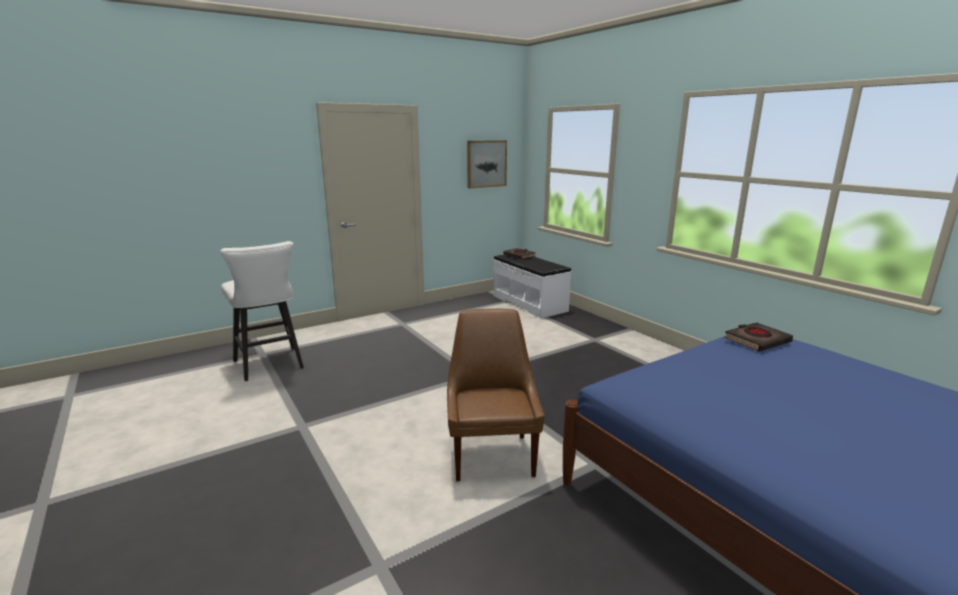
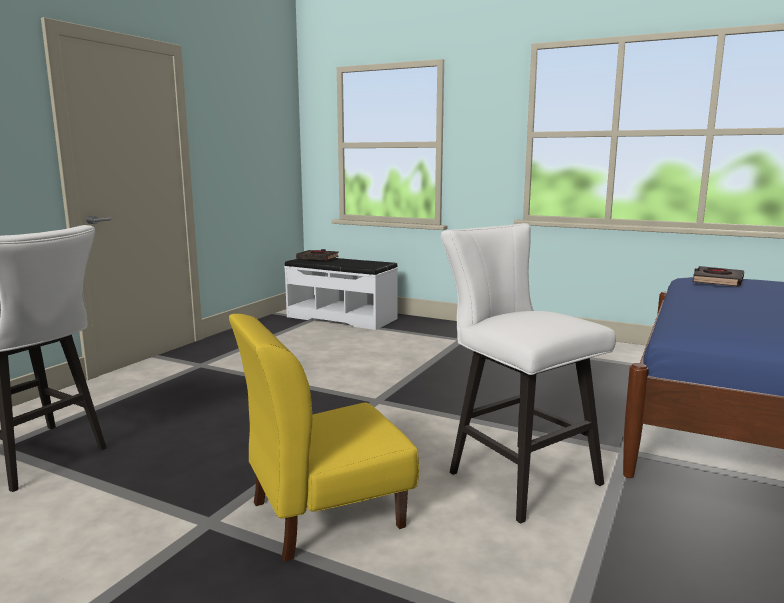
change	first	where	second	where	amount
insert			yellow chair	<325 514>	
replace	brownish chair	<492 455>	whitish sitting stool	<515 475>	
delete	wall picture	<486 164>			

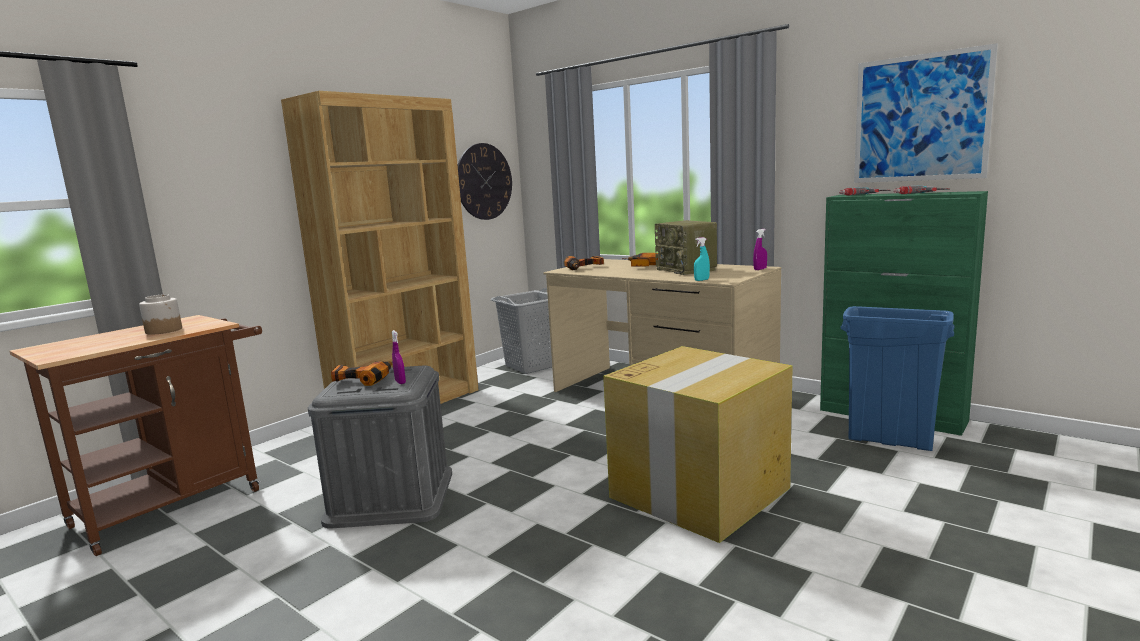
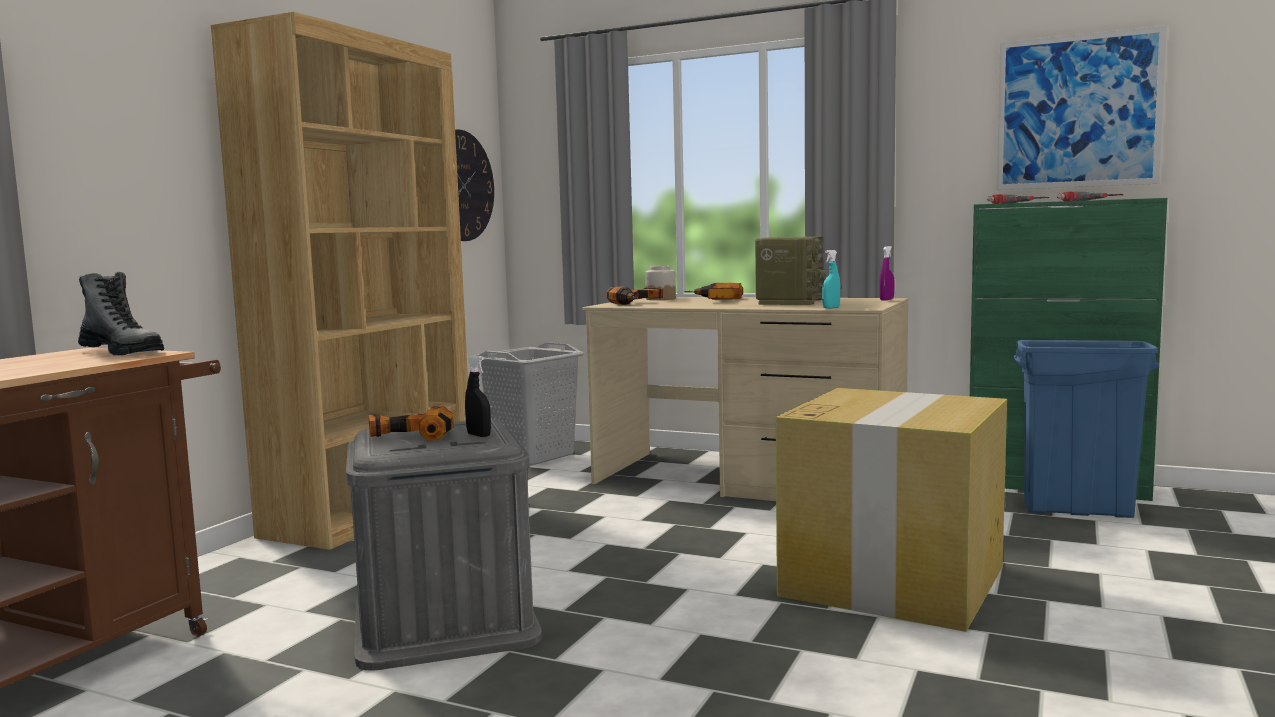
change	first	where	second	where	amount
insert			high-top boot	<122 352>	
recolor	purplish hand sprayer	<400 382>	black hand sprayer	<478 435>	
move	storage jar	<164 330>		<660 299>	
rotate	radio set	<687 270>		<789 302>	120 degrees counterclockwise

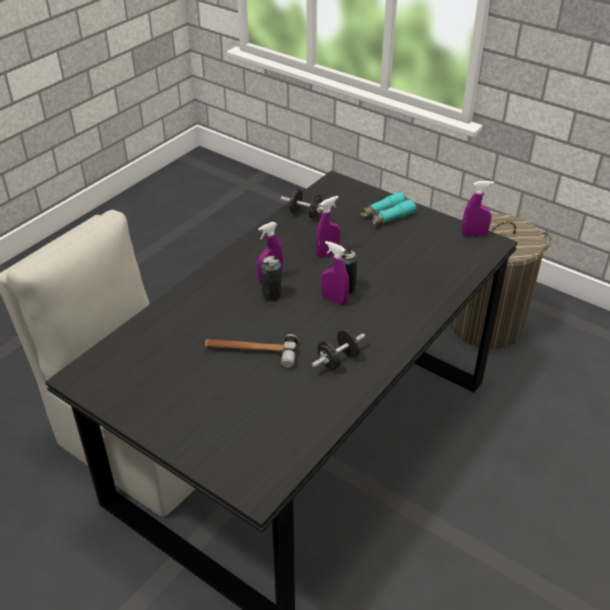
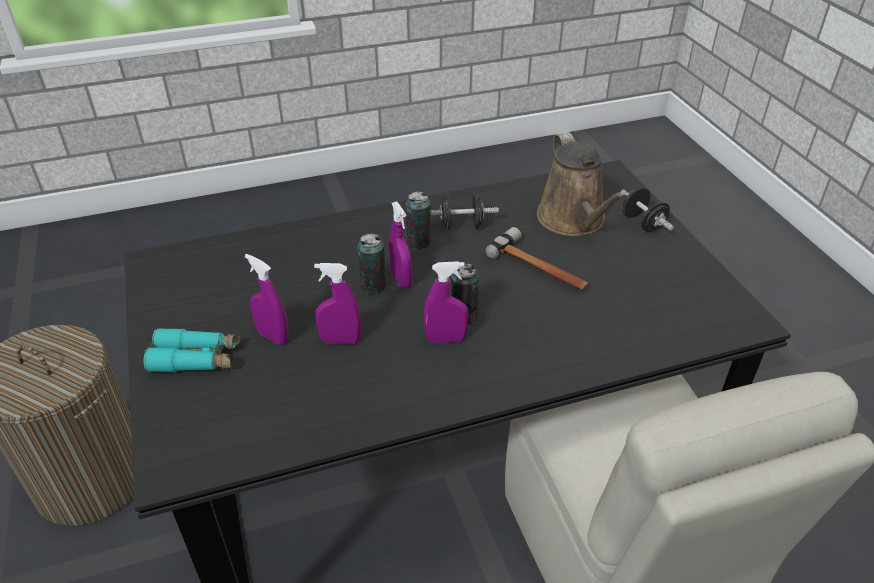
change	first	where	second	where	amount
move	purplish hand sprayer	<474 235>		<273 336>	
insert			can	<418 242>	
insert			brownish watering pot	<573 220>	
move	black free weight	<305 214>		<642 223>	

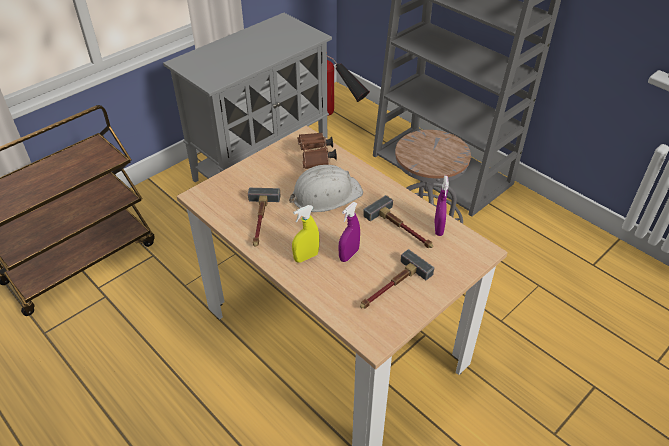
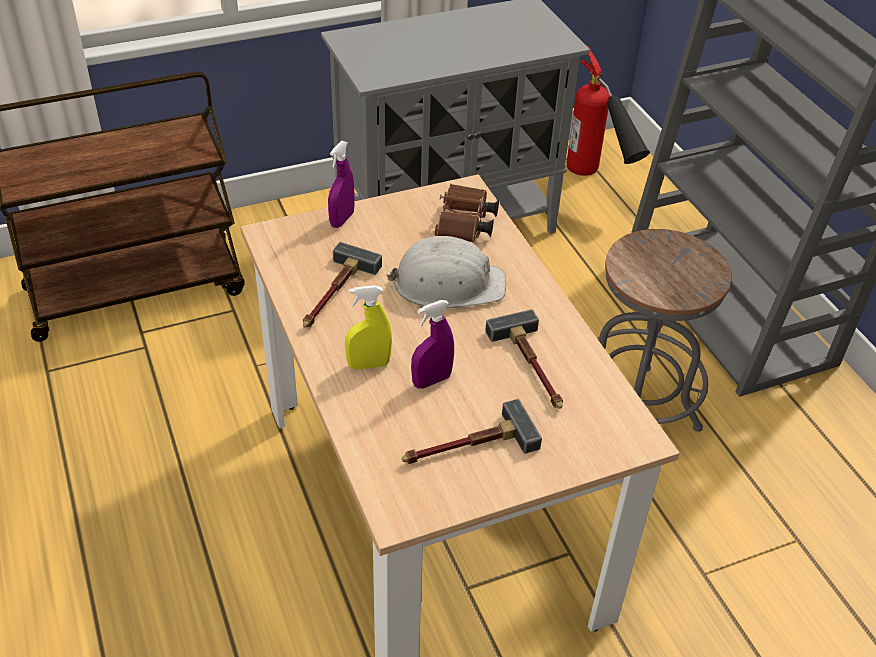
change	first	where	second	where	amount
move	purplish hand sprayer	<438 228>		<342 219>	

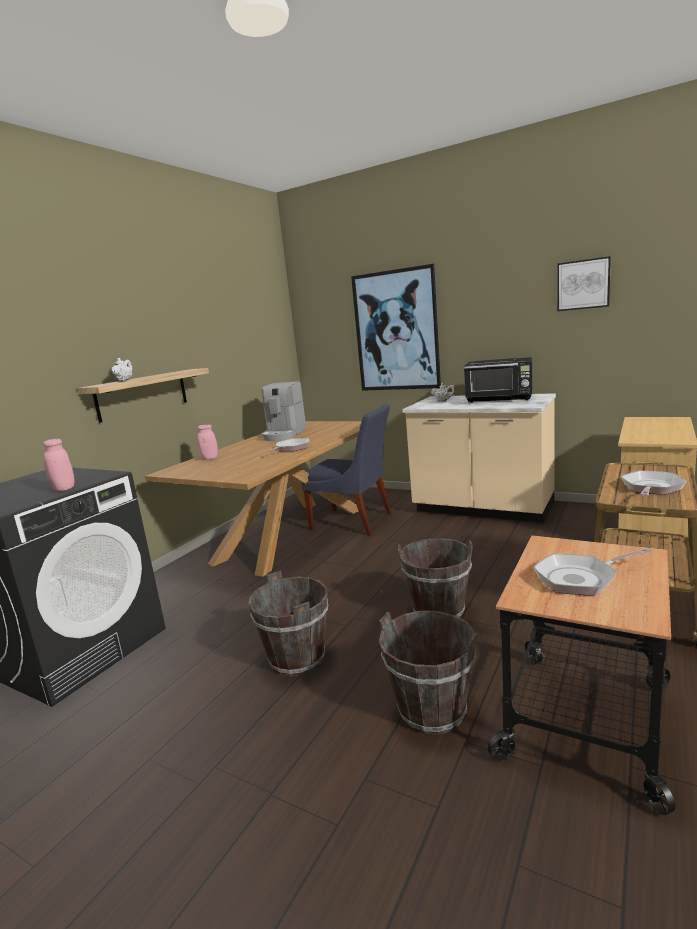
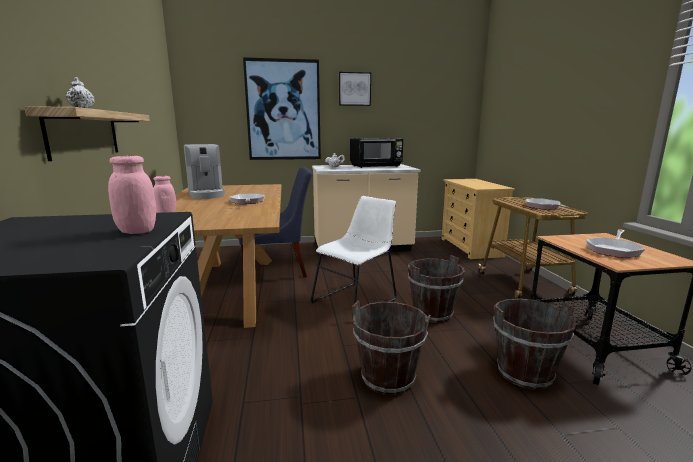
change	first	where	second	where	amount
insert			whitish chair	<356 299>	
move	wall picture	<583 284>		<354 89>	

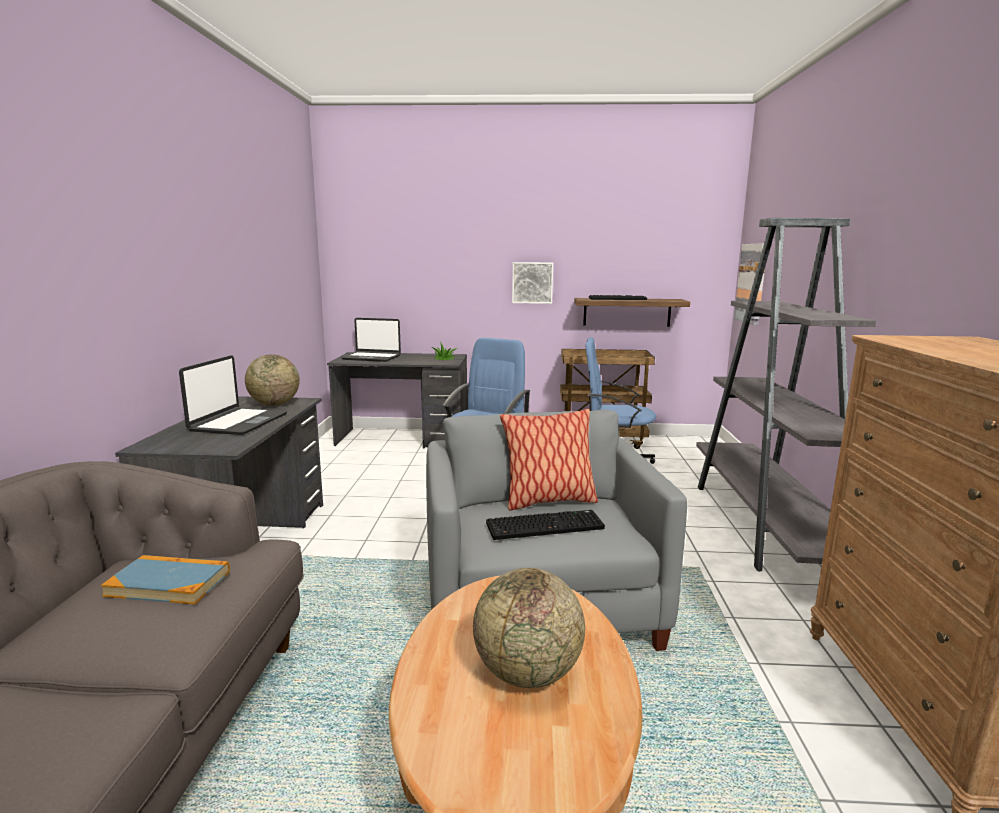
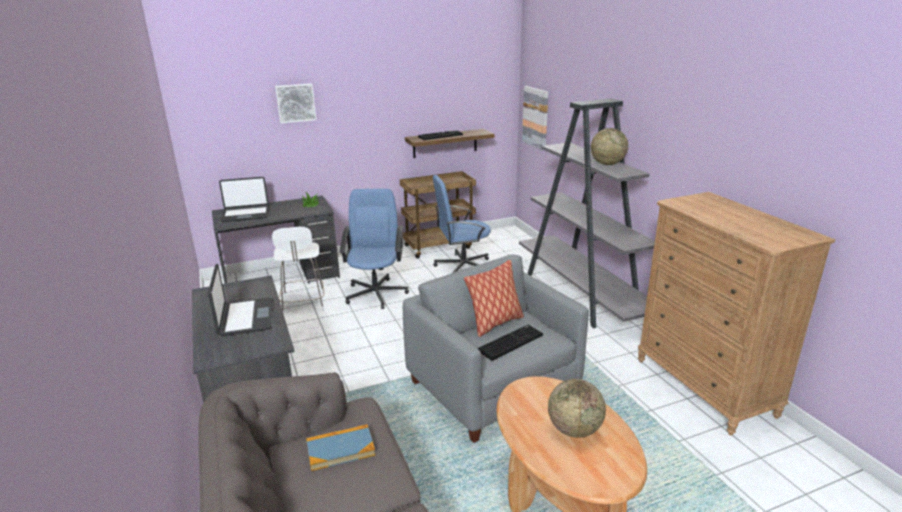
change	first	where	second	where	amount
insert			whitish chair	<303 305>	
move	wall picture	<532 282>		<295 103>	
move	desk globe	<274 404>		<607 164>	

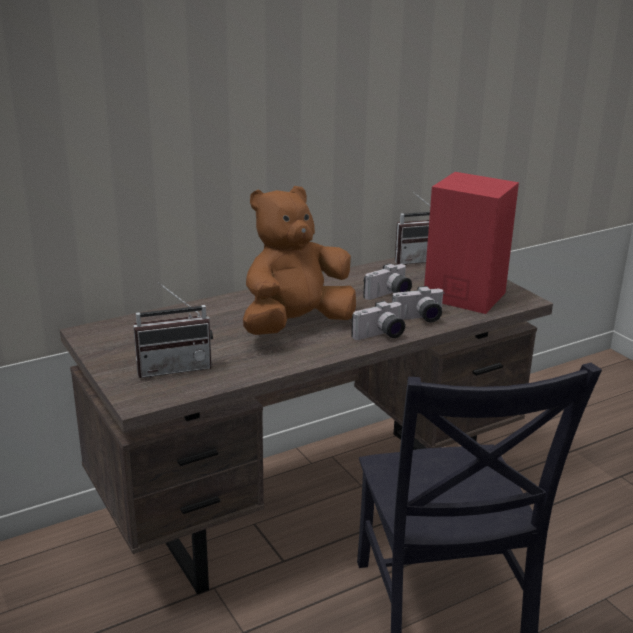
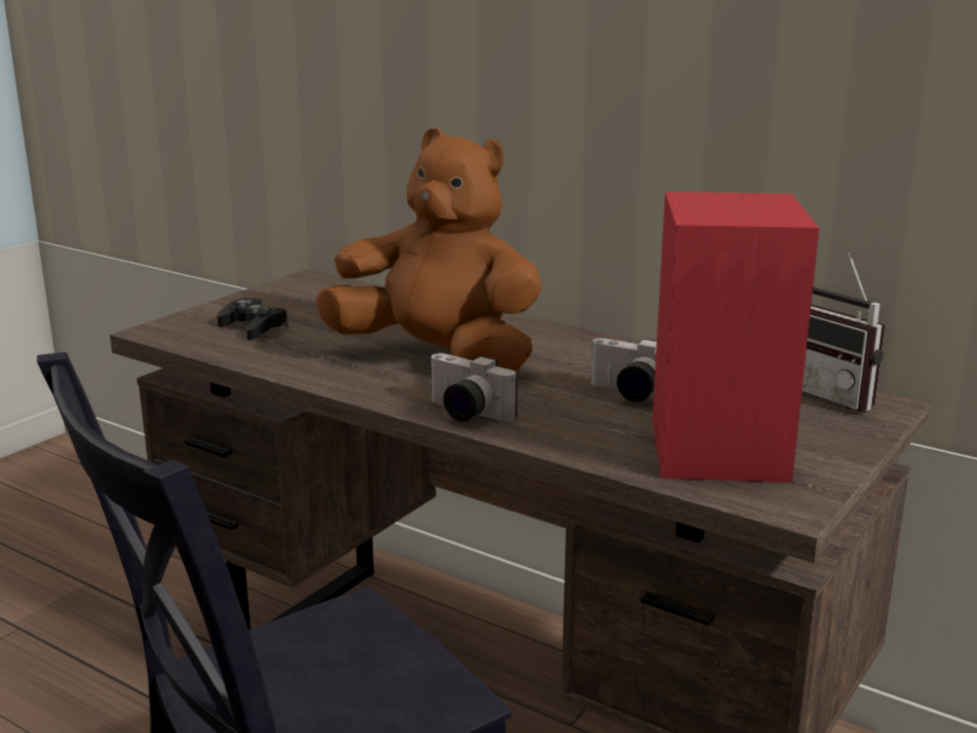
change	first	where	second	where	amount
replace	radio set	<174 367>	black gamepad	<253 328>	
delete	still camera	<419 319>			

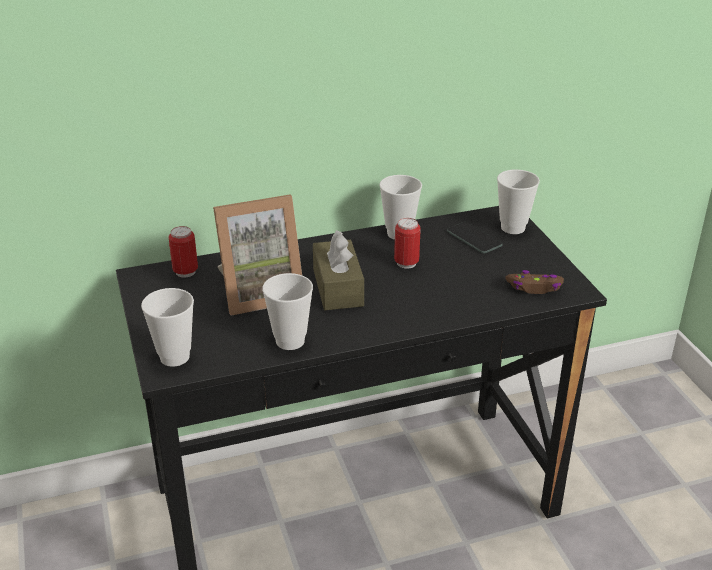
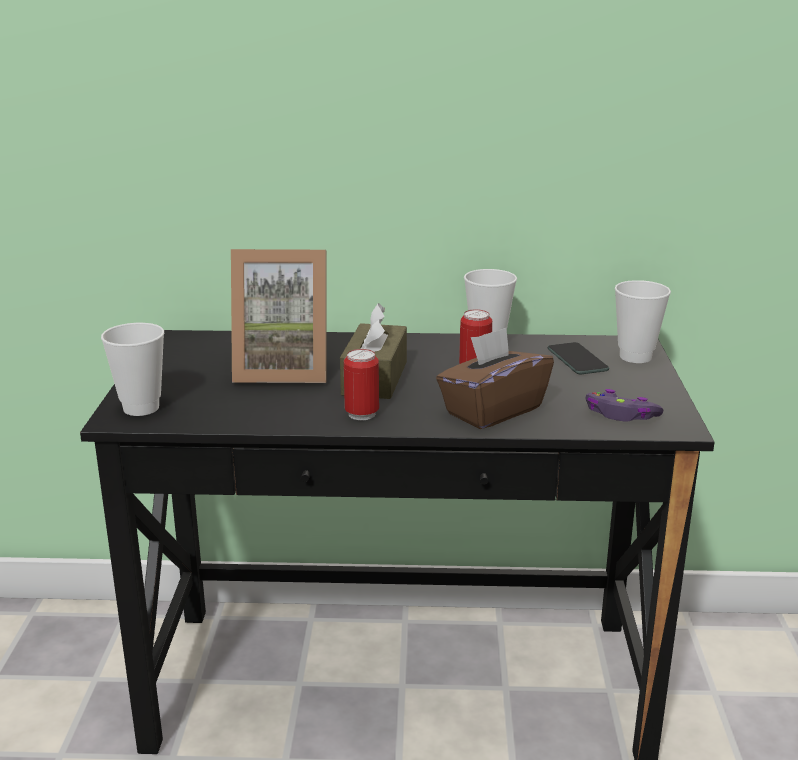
change	first	where	second	where	amount
move	can	<185 272>		<362 414>	
insert			brownish tissue holder	<492 410>	
recolor	brownish gamepad	<534 288>	purplish gamepad	<621 415>	
delete	small cup	<290 341>			

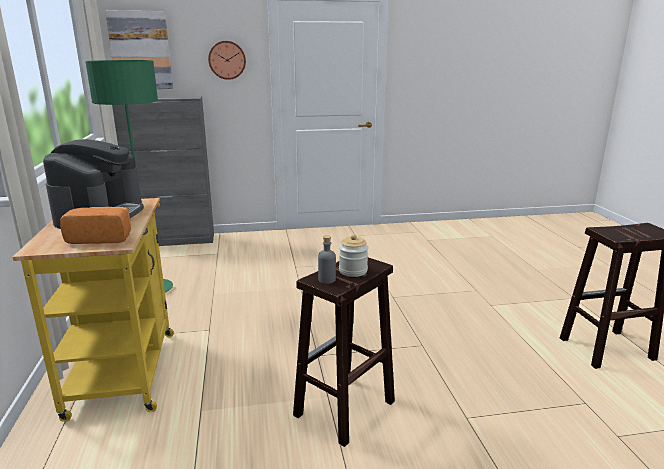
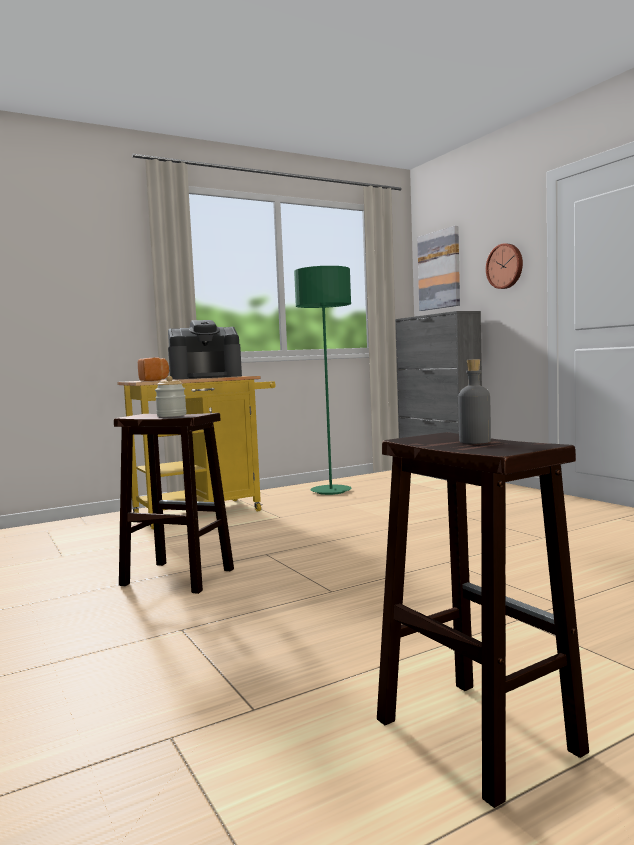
change	first	where	second	where	amount
move	grey drink bottle	<327 280>		<474 441>	

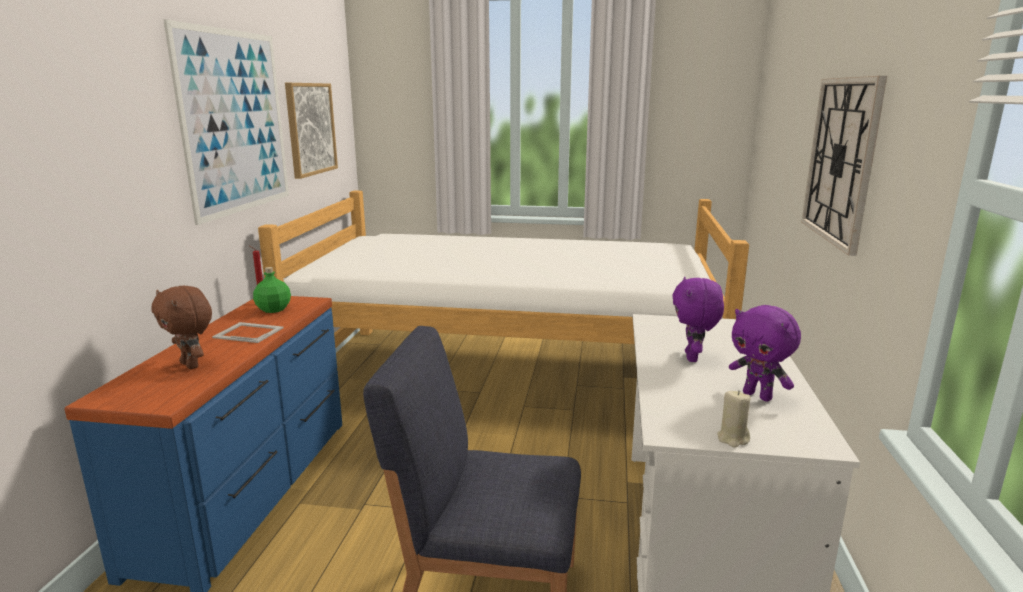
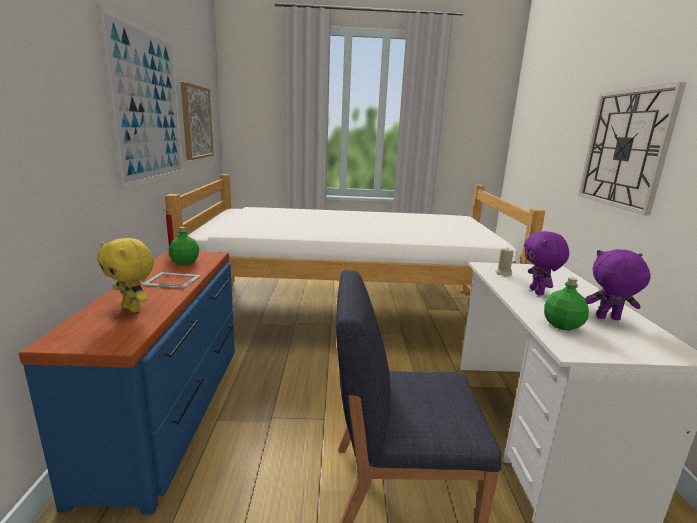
change	first	where	second	where	amount
recolor	brownish cuddly toy	<191 365>	yellow cuddly toy	<133 309>	
move	beige-coloured wax candle	<733 439>		<503 273>	
insert			greenish drink bottle	<562 325>	
rotate	purplish cuddly toy	<758 396>		<607 319>	150 degrees clockwise

